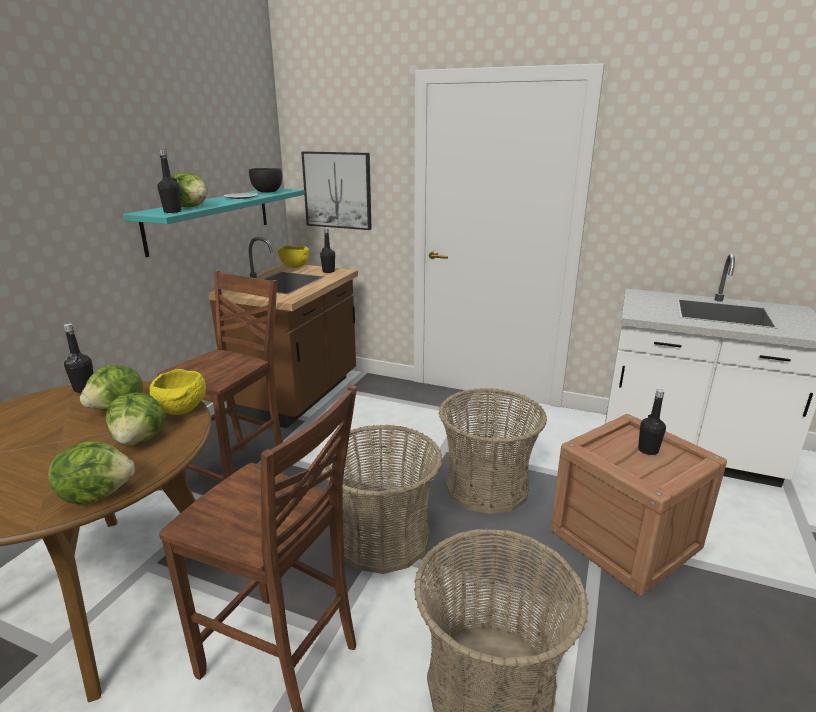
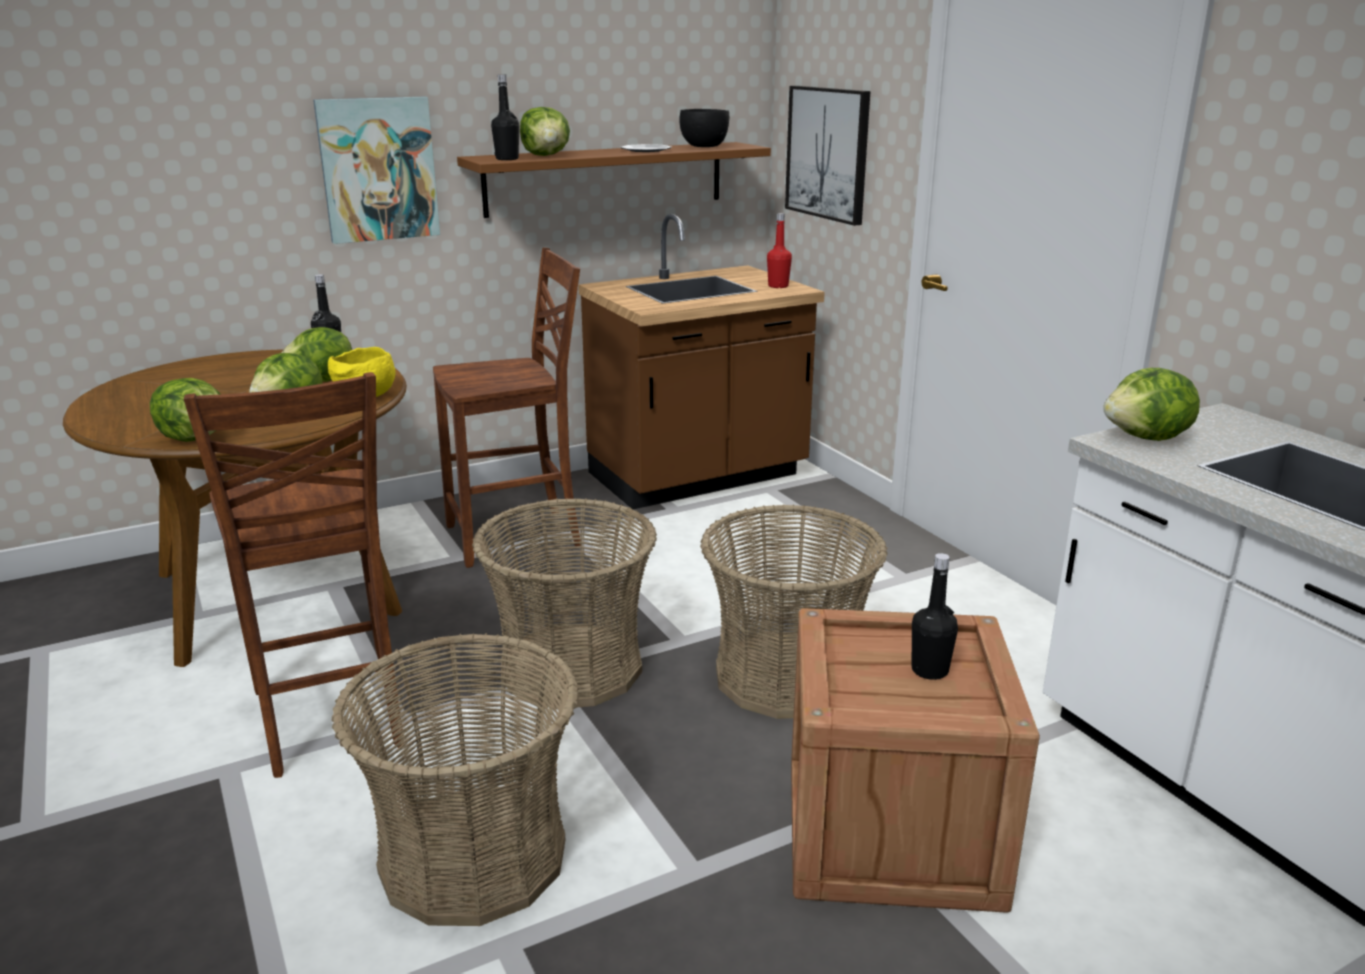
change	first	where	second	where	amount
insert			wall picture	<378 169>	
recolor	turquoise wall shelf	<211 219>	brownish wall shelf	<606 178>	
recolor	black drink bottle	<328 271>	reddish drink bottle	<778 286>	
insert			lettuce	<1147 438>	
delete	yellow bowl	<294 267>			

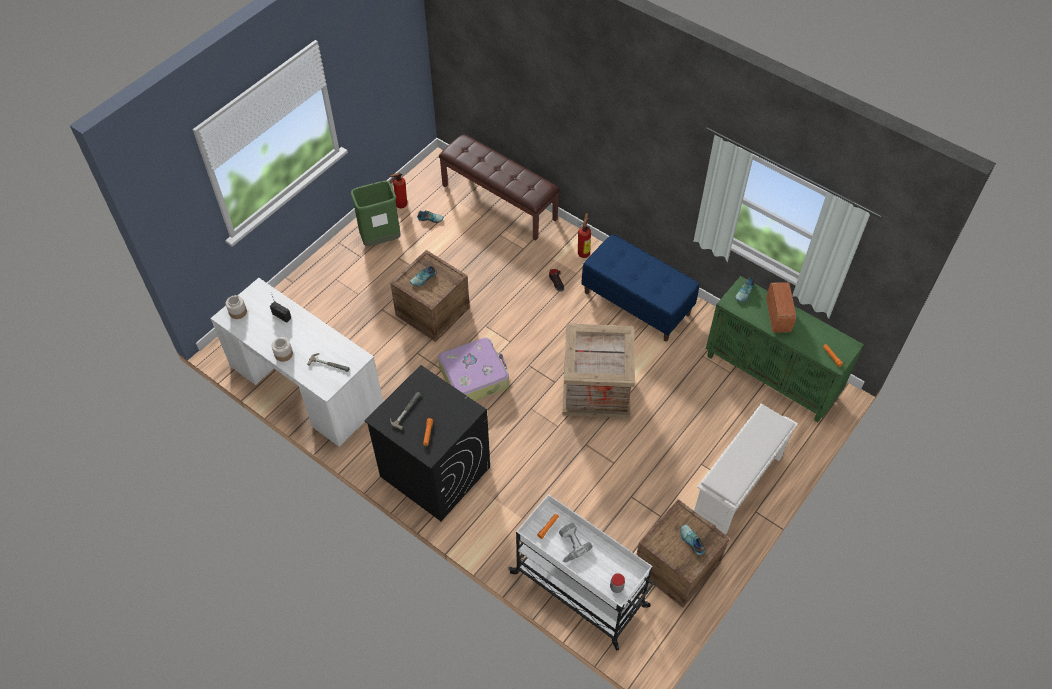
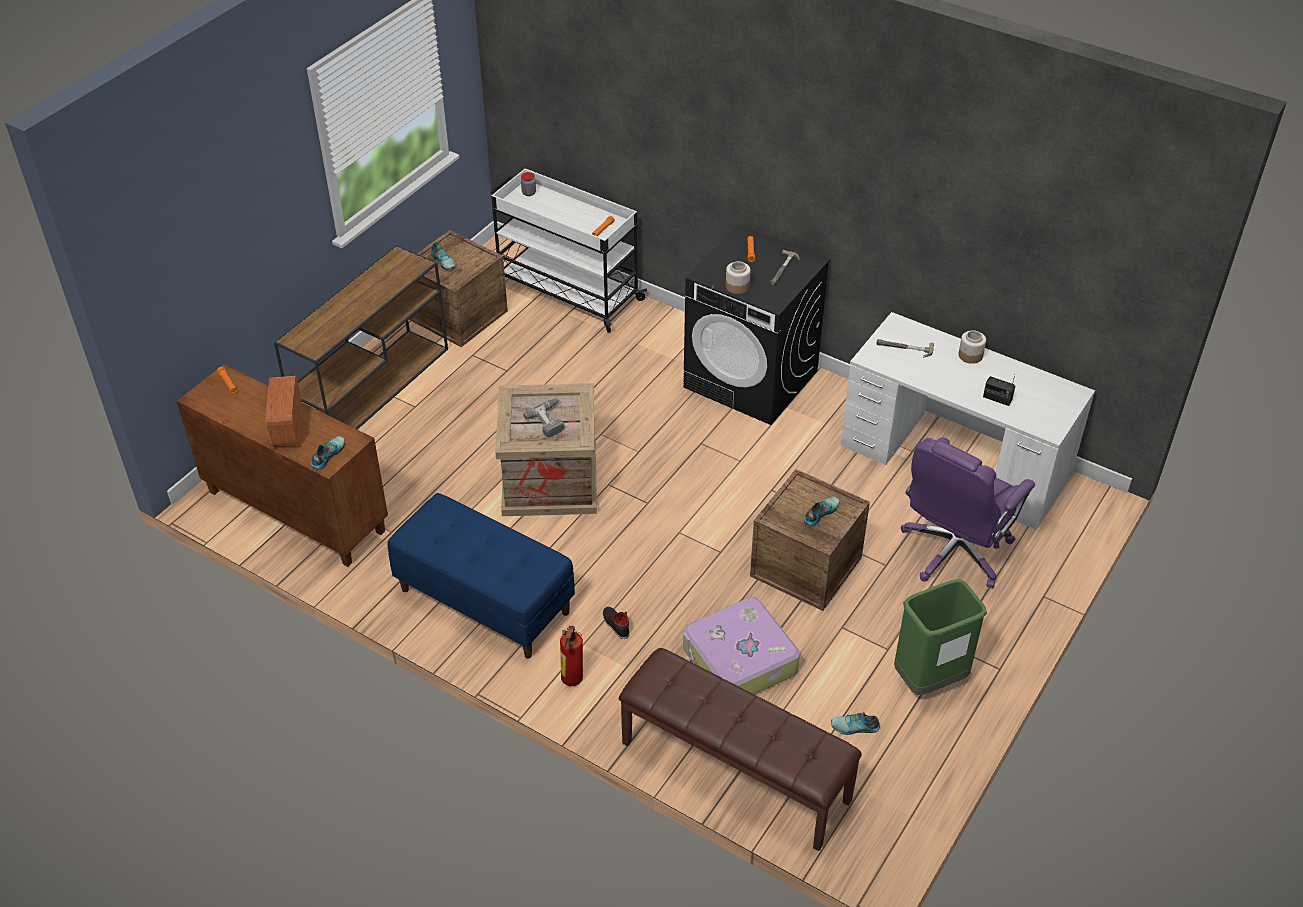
change	first	where	second	where	amount
recolor	greenish cabinet	<772 376>	brownish cabinet	<294 512>	
replace	whitish shoe shelf	<737 487>	brownish console table	<373 387>	
move	power drill	<569 545>		<550 420>	
move	suitcase	<474 376>		<739 662>	
move	storage jar	<238 312>		<737 287>	
insert			purplish computer chair	<954 551>	
delete	fire-fighting cylinder	<399 205>			

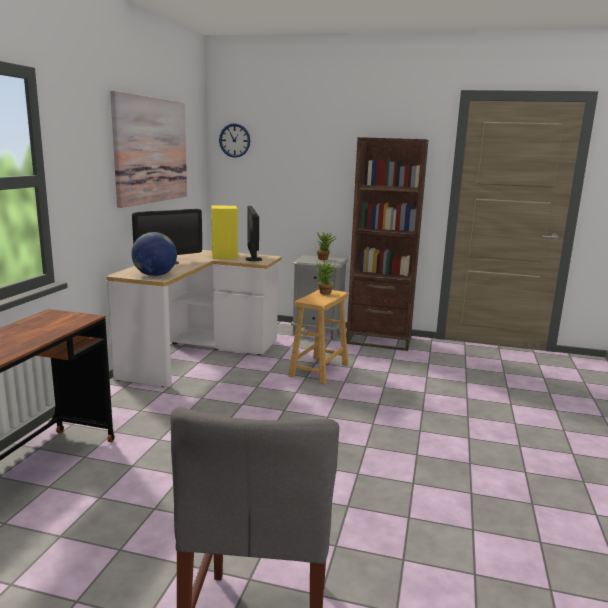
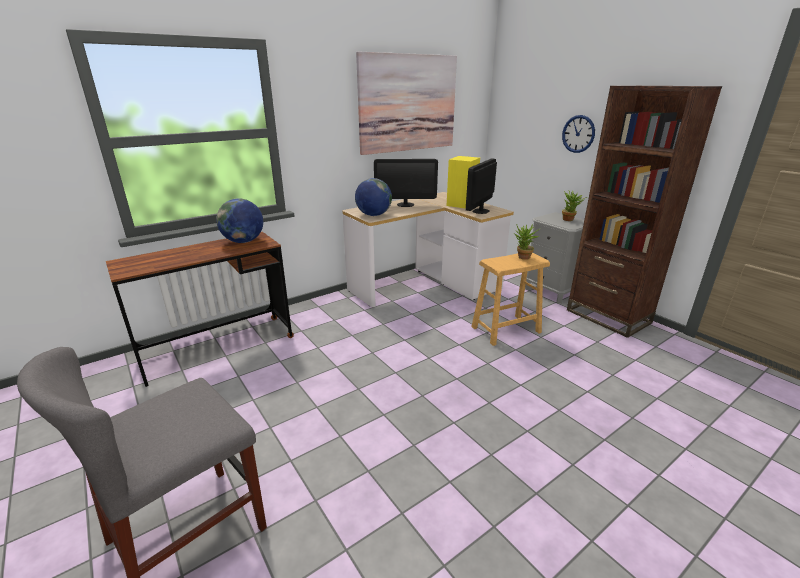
change	first	where	second	where	amount
insert			desk globe	<243 241>	
move	hanging clock	<234 140>		<578 134>	

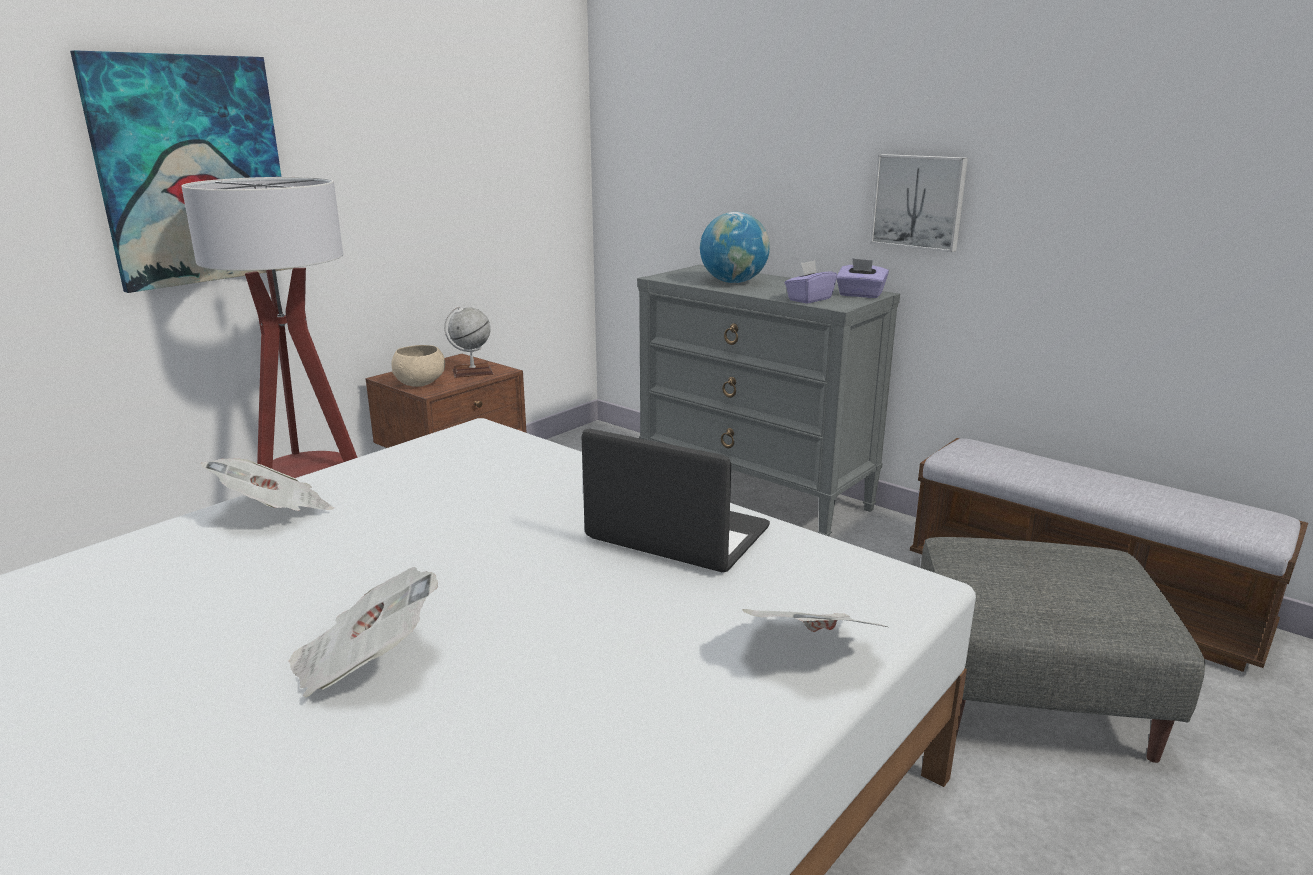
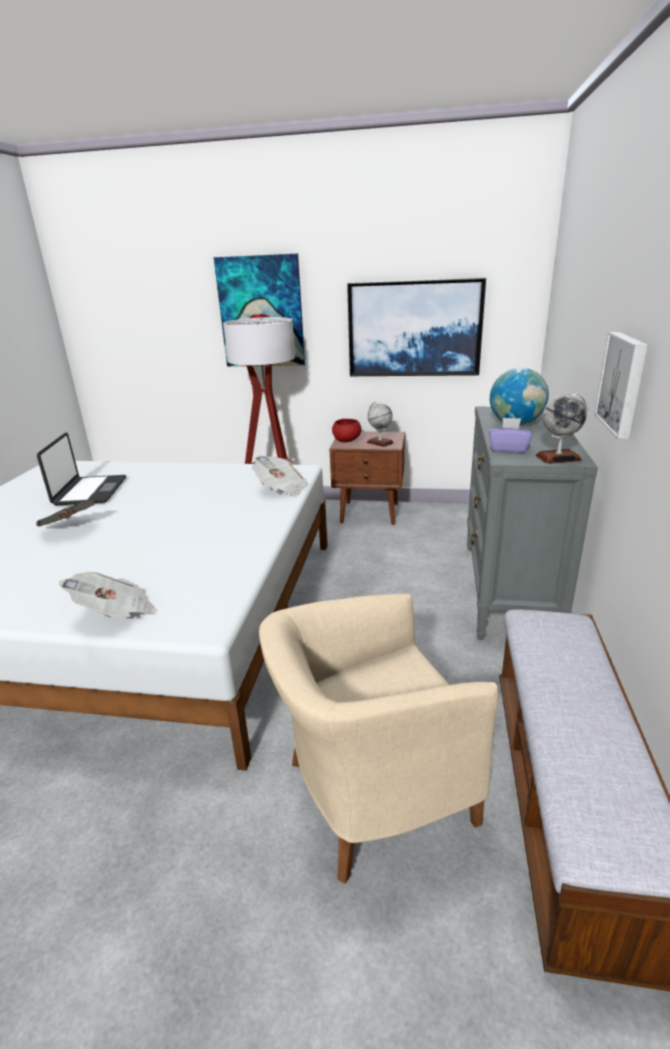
change	first	where	second	where	amount
move	portable computer	<677 535>		<89 491>	
move	newspaper	<276 512>		<281 489>	
replace	grey pouffe	<1029 693>	beige-coloured lounge chair	<371 793>	
recolor	beige-coloured bowl	<421 383>	reddish bowl	<347 441>	
insert			wall picture	<414 329>	
replace	purplish tissue holder	<860 295>	desk globe	<558 458>	

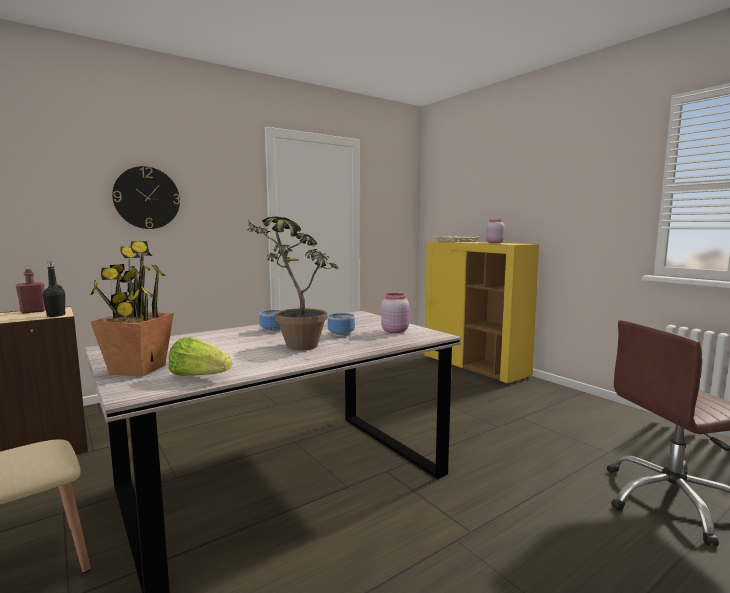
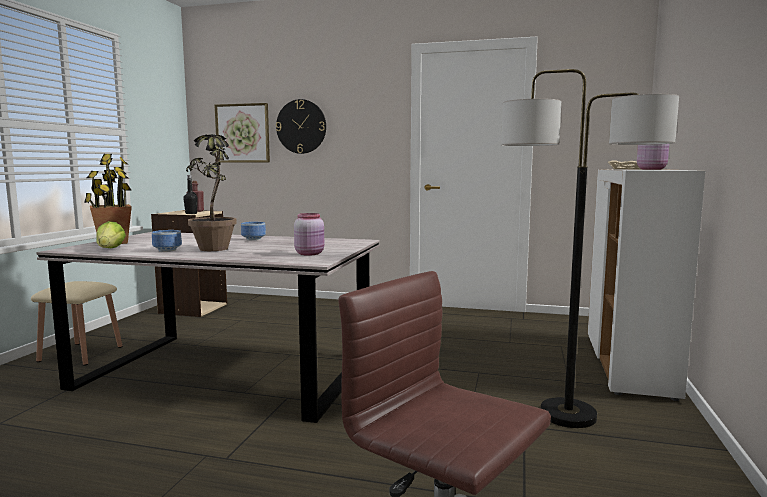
change	first	where	second	where	amount
move	bowl	<341 334>		<168 250>	
insert			wall picture	<242 133>	
insert			floor lamp	<568 415>	
recolor	yellow cabinet	<475 367>	whitish cabinet	<629 365>	

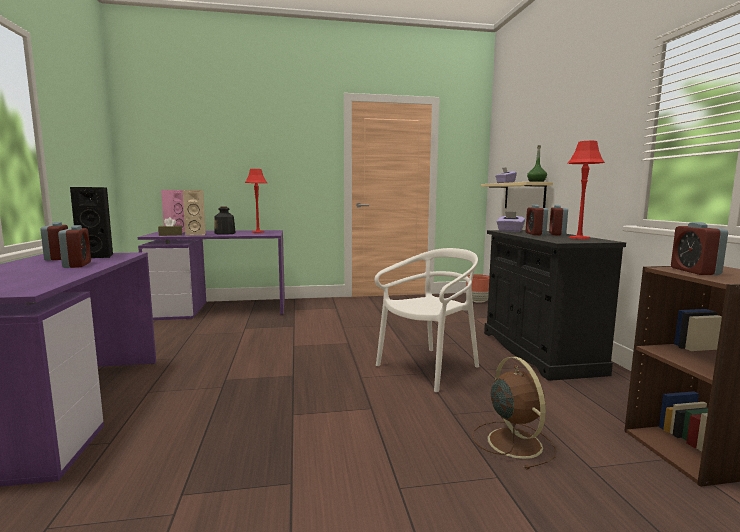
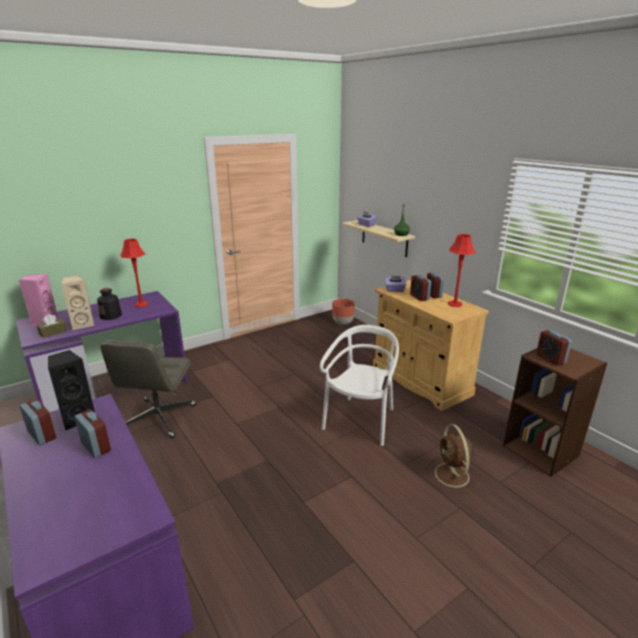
change	first	where	second	where	amount
insert			grey computer chair	<158 419>	
recolor	black cabinet	<538 352>	beige-coloured cabinet	<420 380>	
rotate	brownish cooling fan	<513 441>		<452 476>	150 degrees counterclockwise

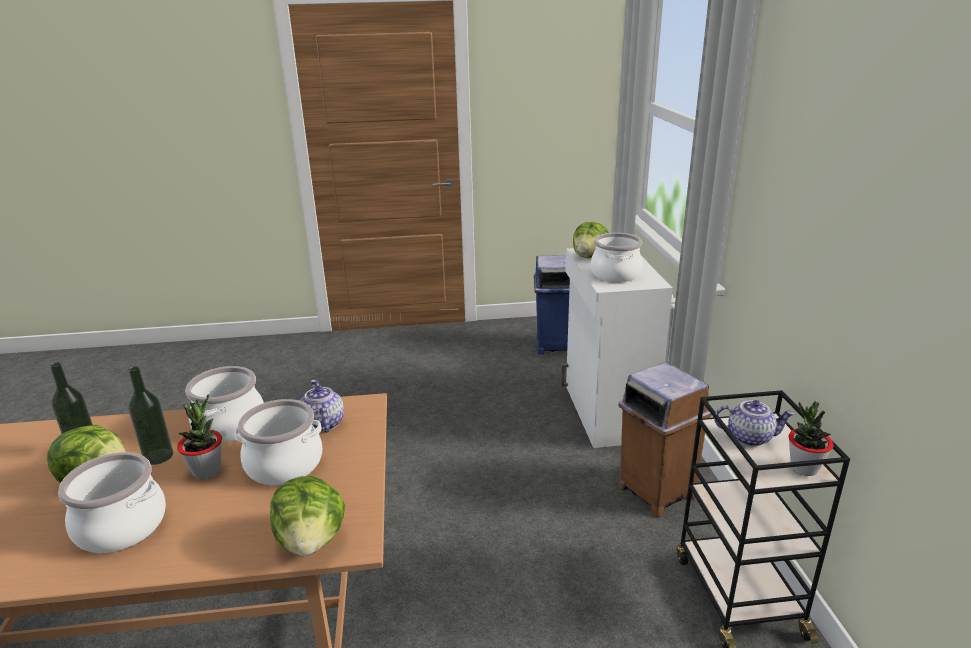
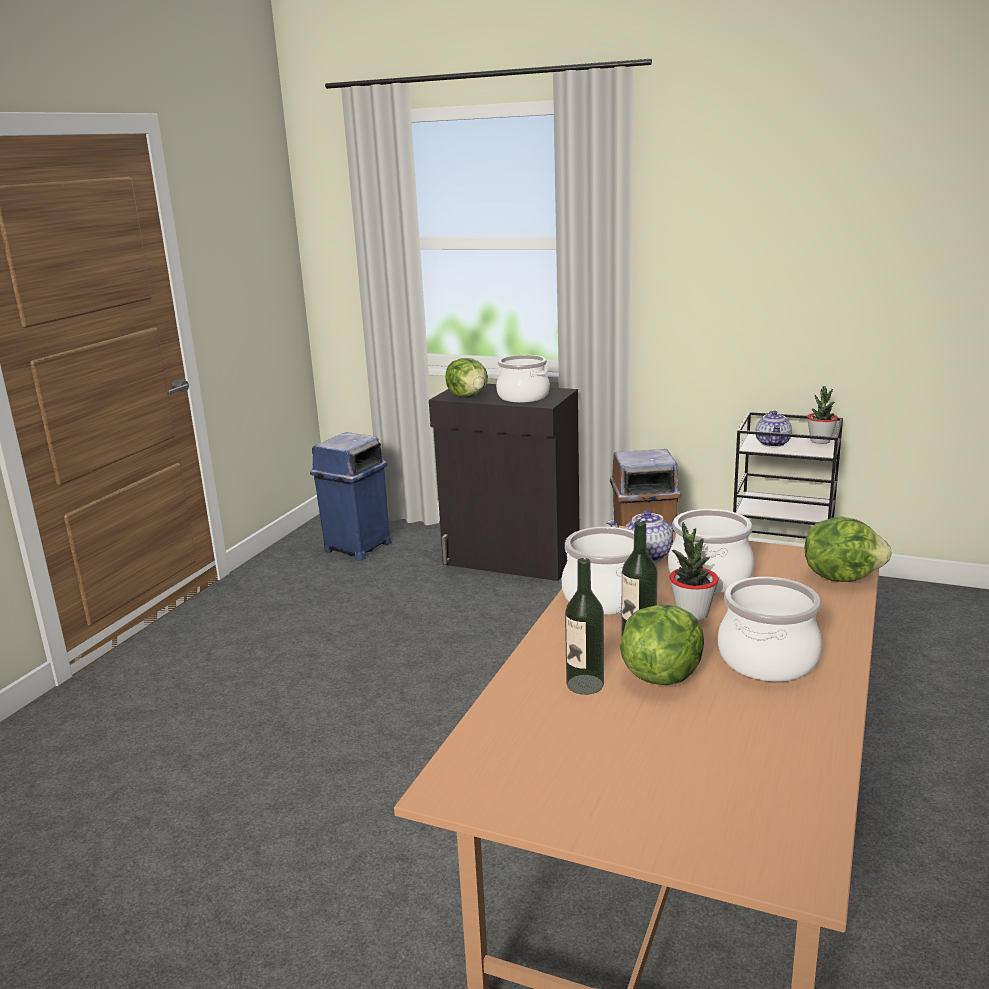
change	first	where	second	where	amount
recolor	whitish cabinet	<606 412>	black cabinet	<511 560>	
rotate	pot for tea	<749 437>		<773 444>	150 degrees clockwise

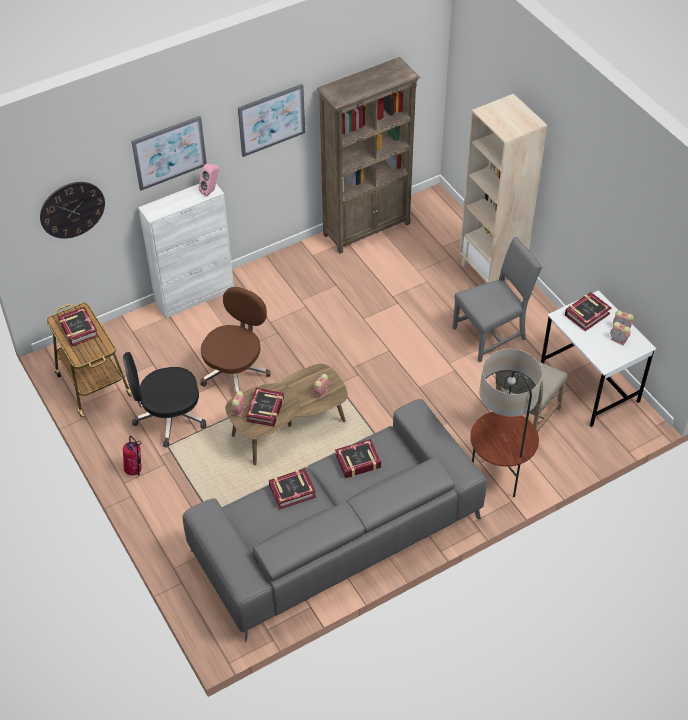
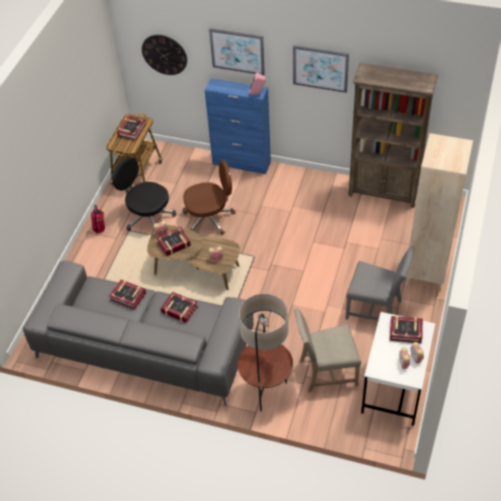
change	first	where	second	where	amount
recolor	whitish cabinet	<195 296>	blue cabinet	<241 163>	

